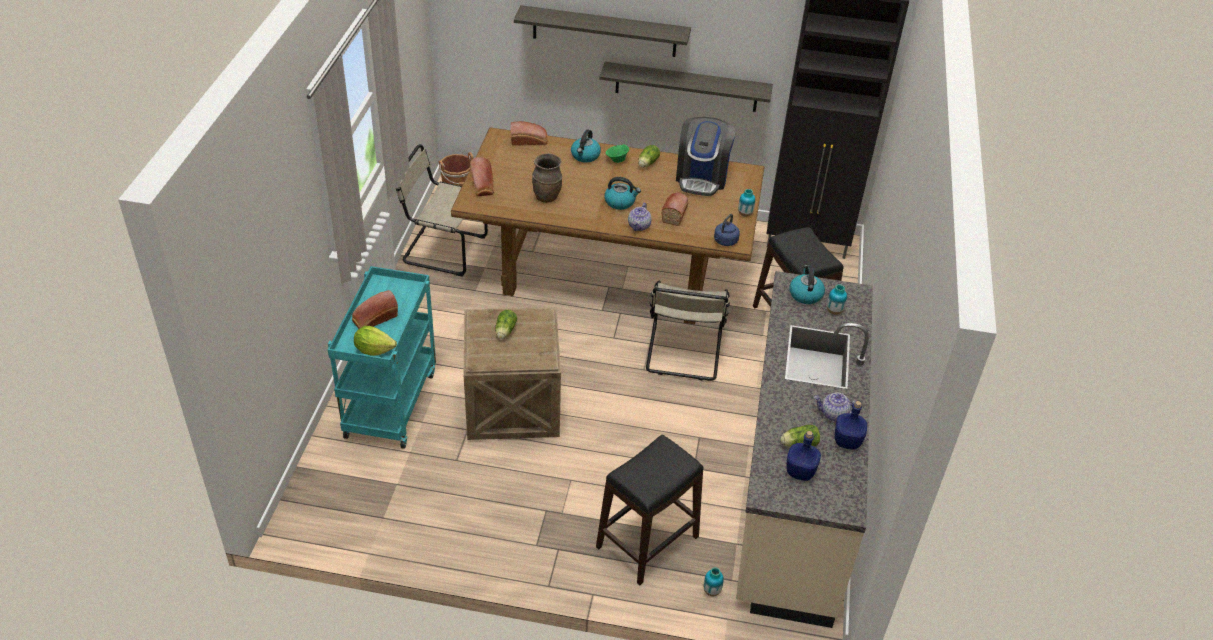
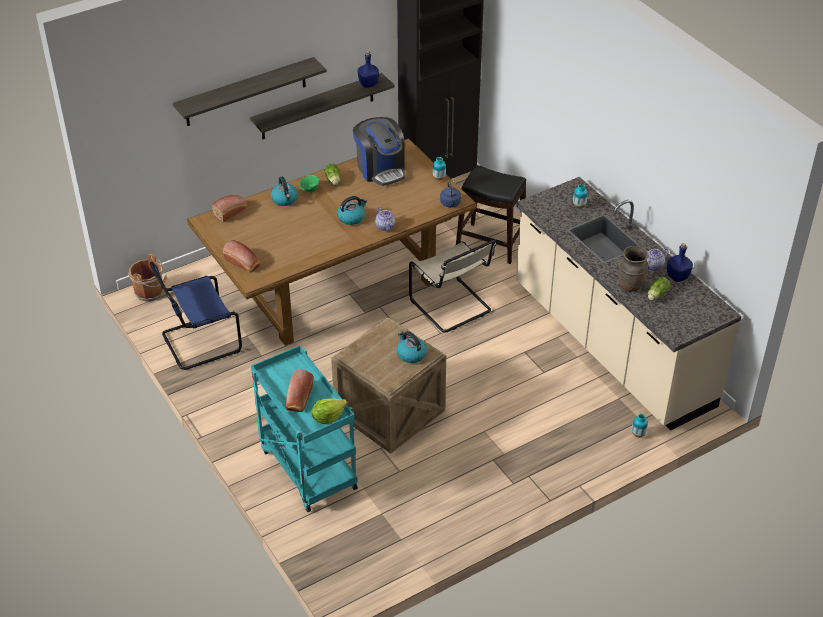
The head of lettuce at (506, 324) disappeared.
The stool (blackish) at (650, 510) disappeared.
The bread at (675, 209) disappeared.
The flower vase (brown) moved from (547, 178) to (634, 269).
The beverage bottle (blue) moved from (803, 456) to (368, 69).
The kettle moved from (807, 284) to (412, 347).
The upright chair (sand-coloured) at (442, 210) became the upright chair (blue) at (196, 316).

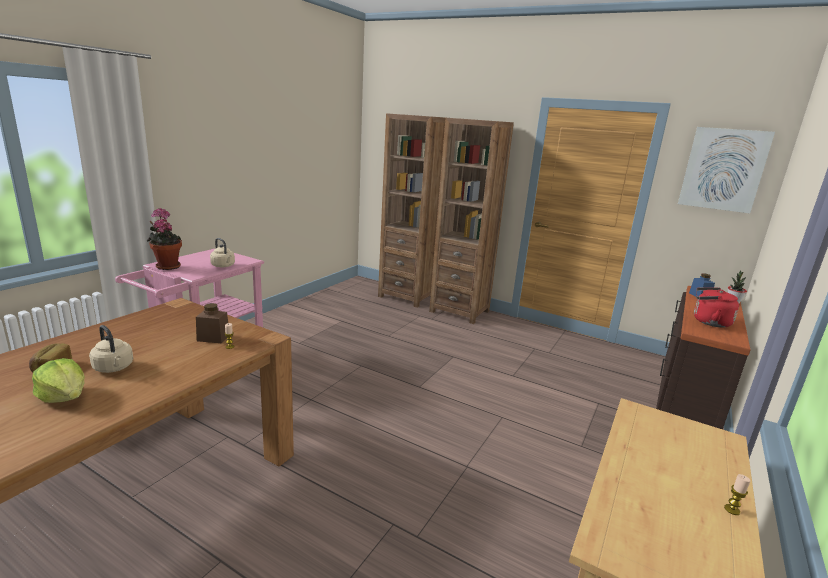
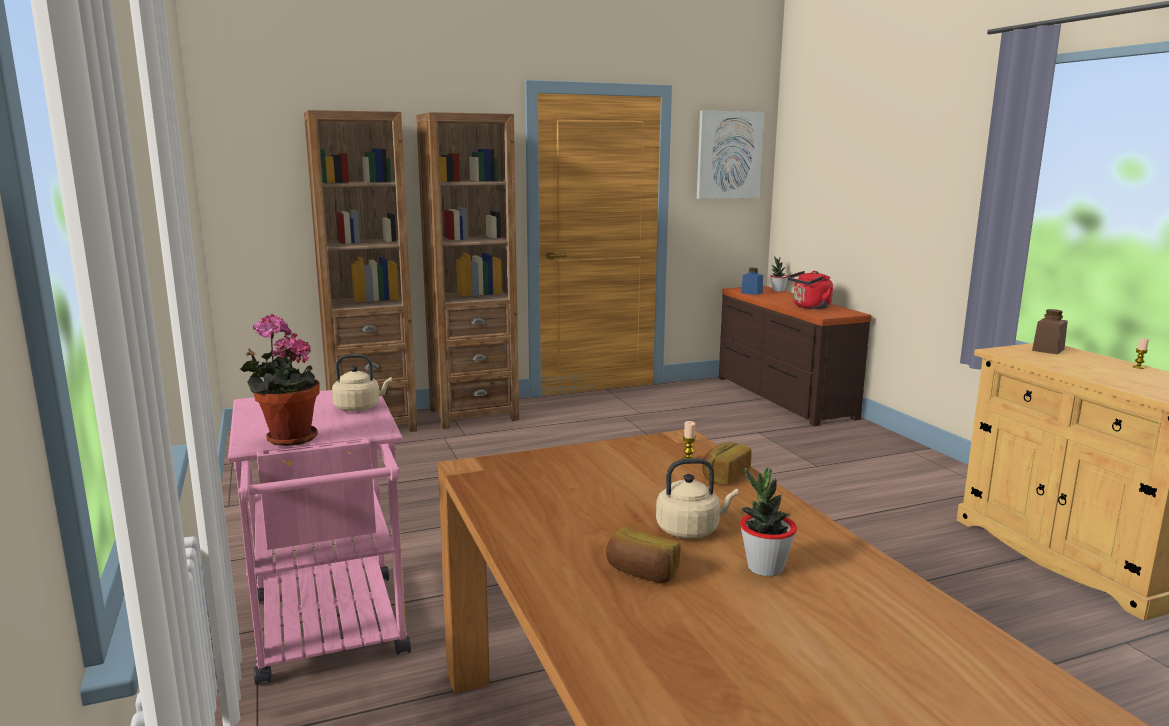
The bread at (726, 463) appeared.
The jar (brown) moved from (212, 323) to (1050, 332).
The head of lettuce at (58, 380) was replaced by the plant in a pot at (768, 522).

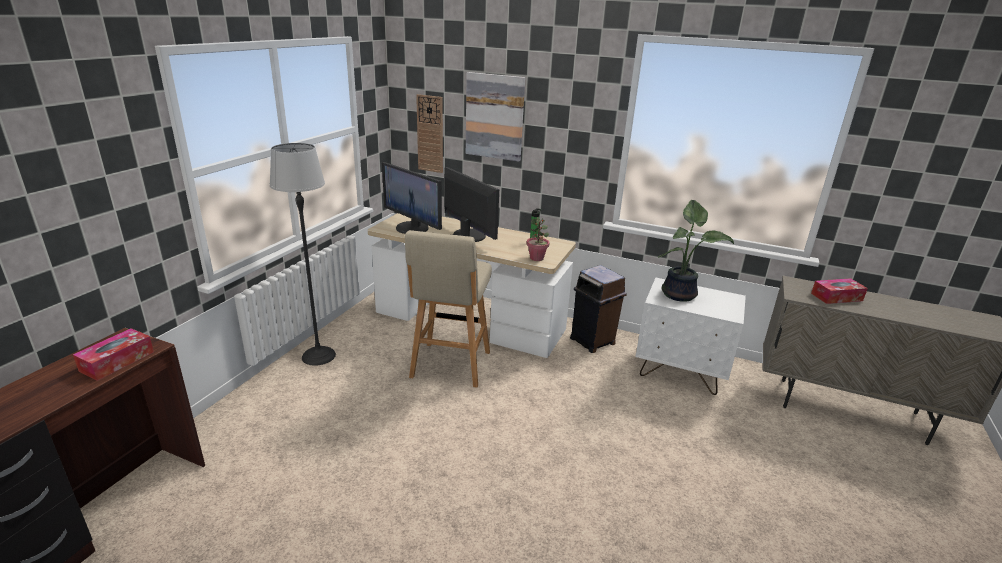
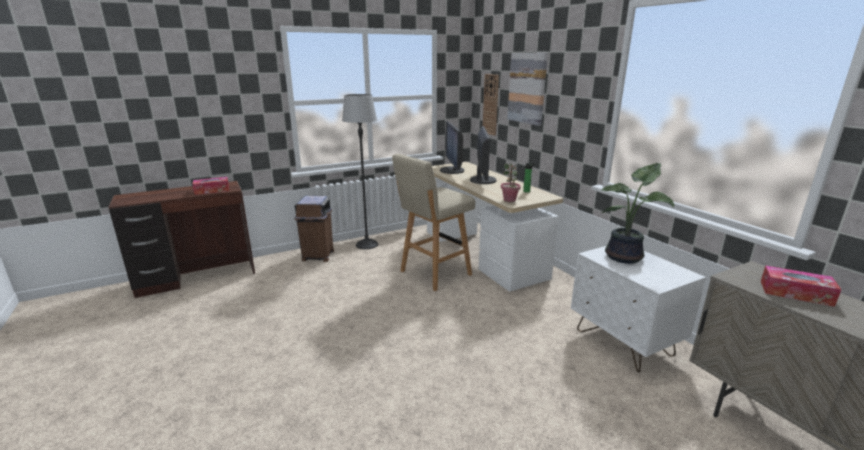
The trash can (brown) moved from (598, 309) to (314, 229).

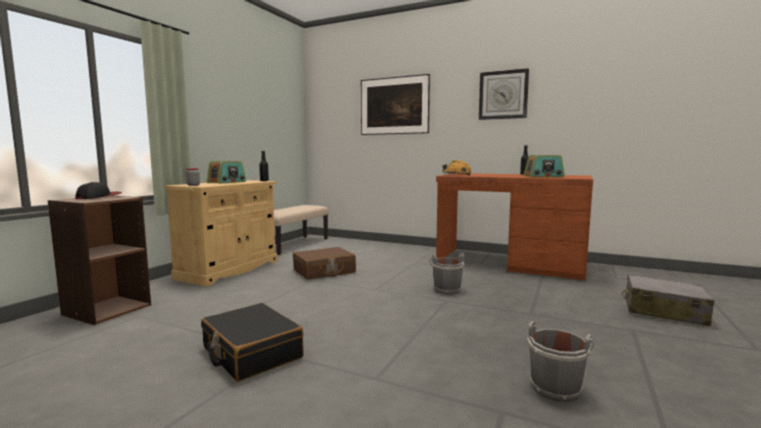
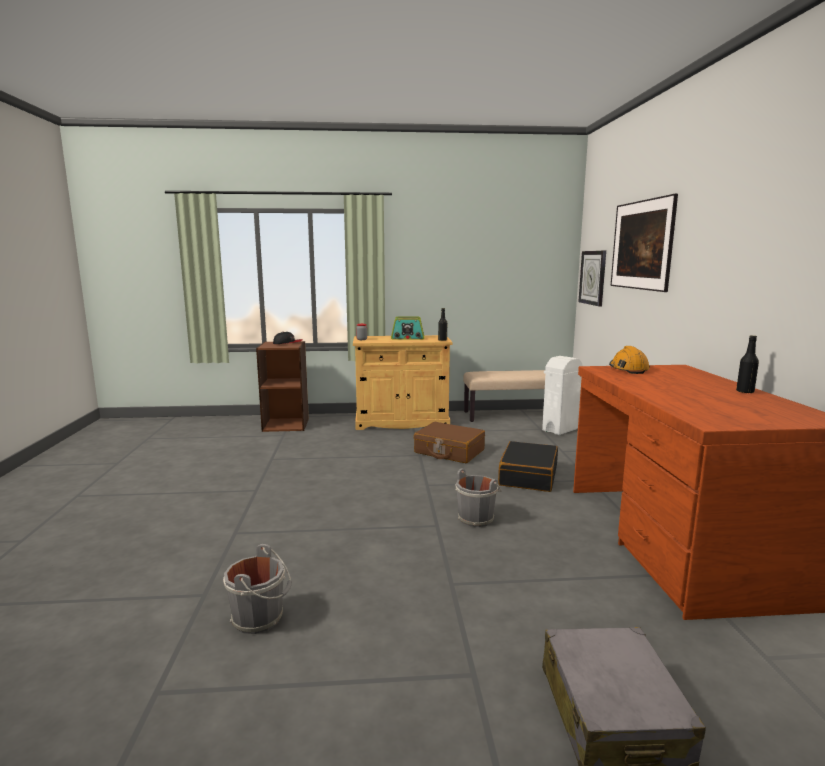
The radio set at (544, 166) disappeared.
The trash can (white) at (562, 395) appeared.
The travel case (blackish) moved from (252, 342) to (528, 466).
The hanging clock moved from (504, 94) to (592, 278).

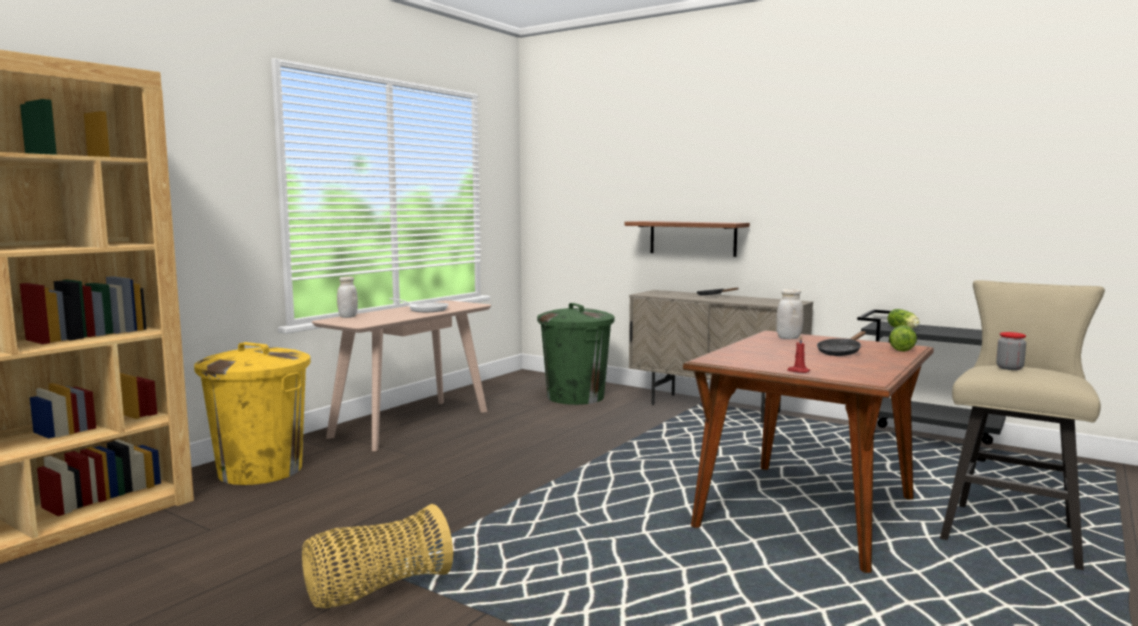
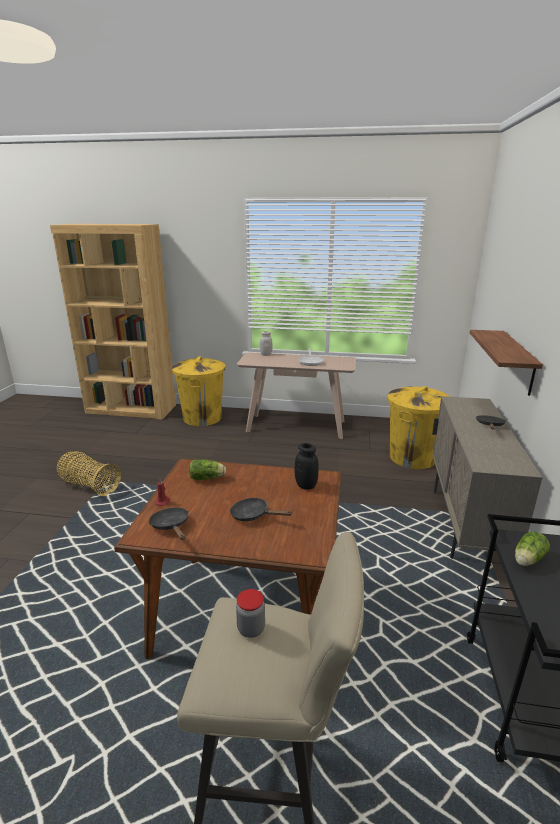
The skillet (blackish) at (169, 523) appeared.
The head of lettuce moved from (903, 338) to (207, 470).
The trash can (green-coloured) at (576, 354) became the trash can (yellow-coloured) at (419, 427).
The jar (white) at (790, 314) became the jar (blackish) at (307, 466).

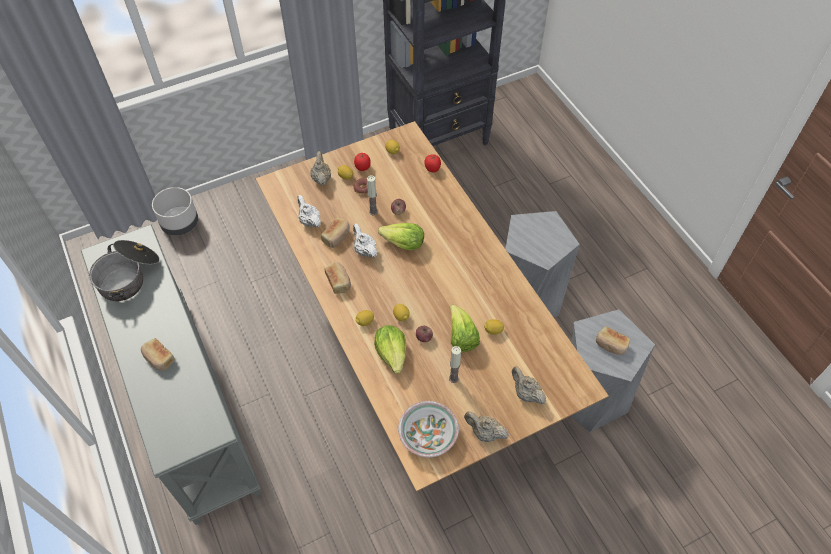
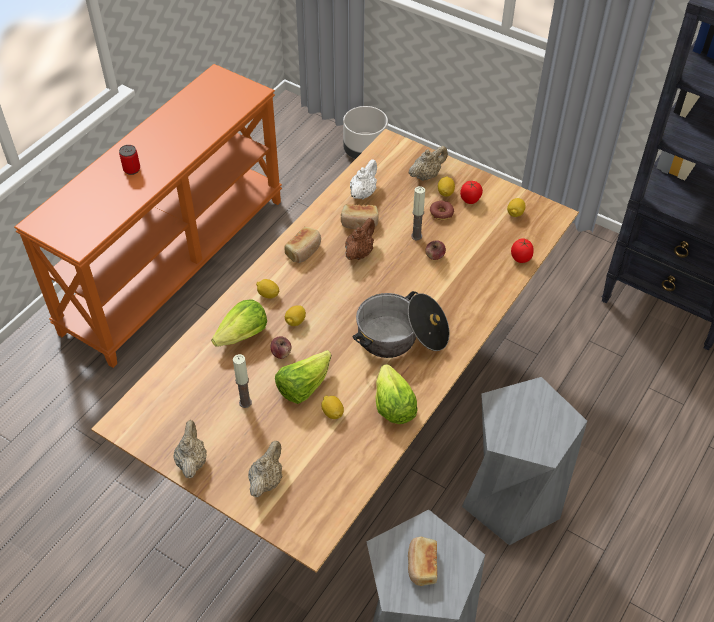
The bowl at (428, 429) disappeared.
The stockpot moved from (124, 270) to (401, 324).
The head of lettuce moved from (401, 236) to (397, 394).
The bread at (158, 354) was replaced by the metal can at (129, 160).
The hall table (greyish) at (171, 374) became the hall table (orange) at (148, 216).
The teapot (white) at (365, 240) became the teapot (brown) at (360, 239).

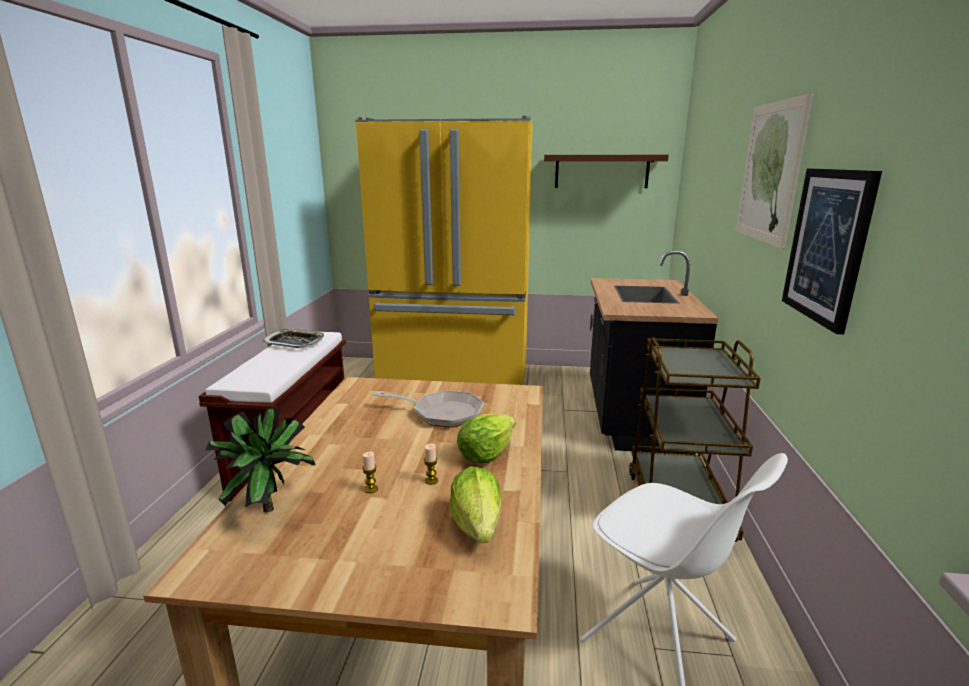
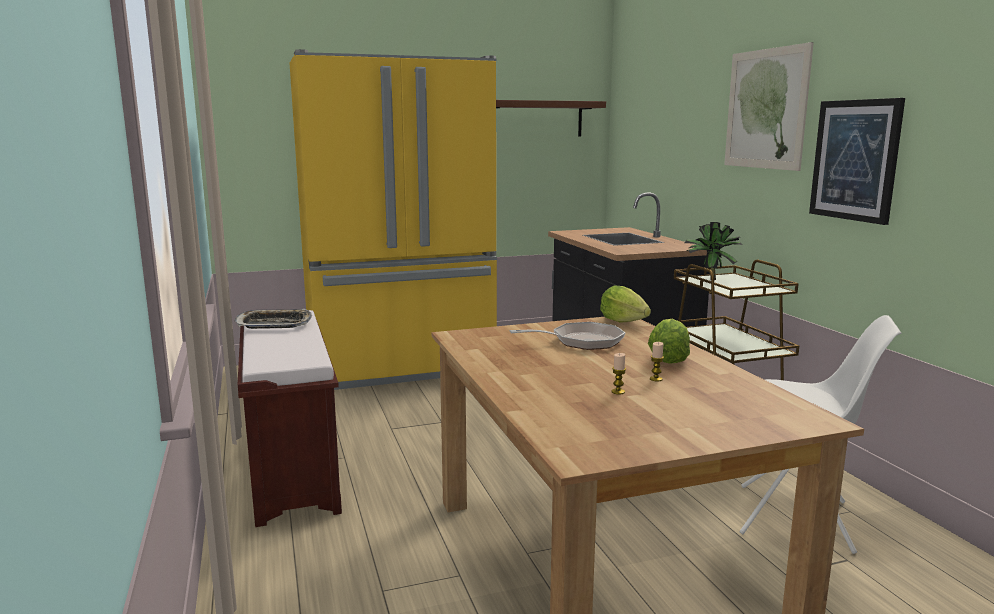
The plant in a pot moved from (260, 460) to (714, 251).
The head of lettuce moved from (475, 504) to (625, 304).

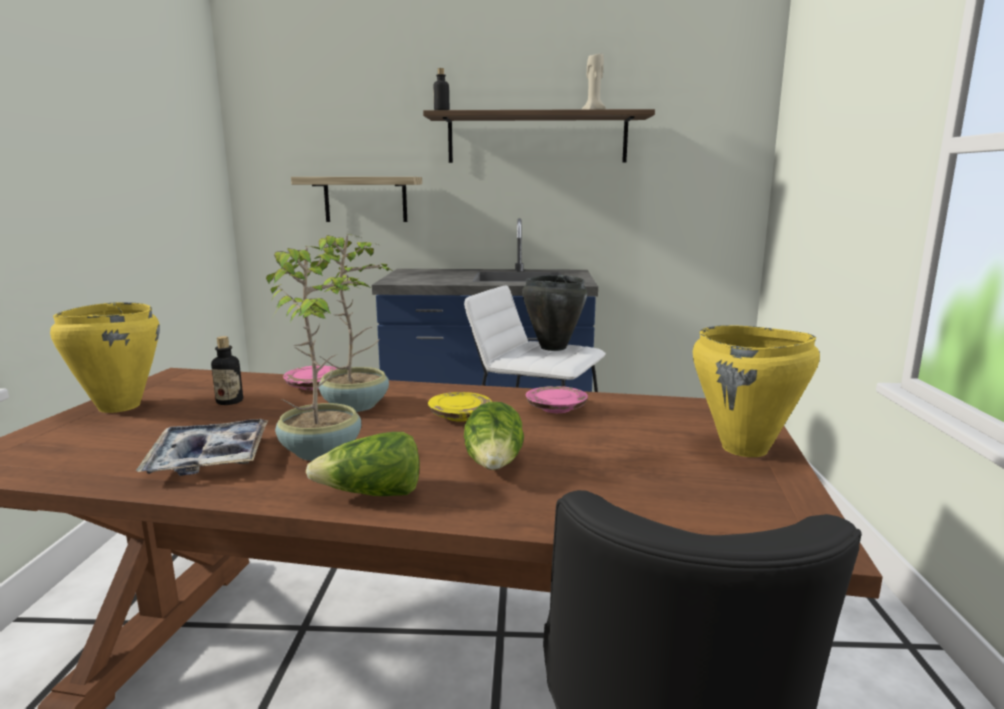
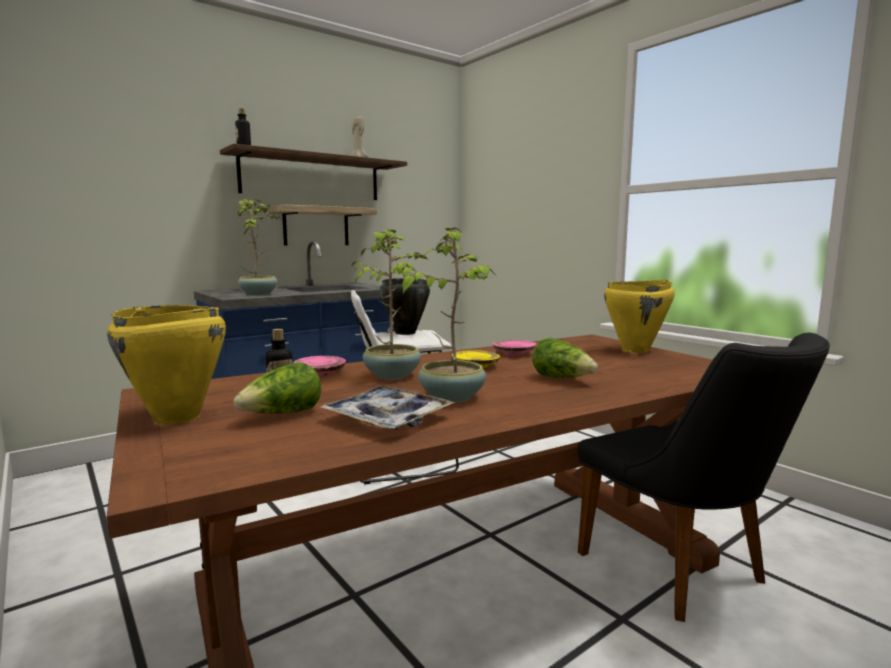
The plant in a pot at (259, 247) appeared.
The wall shelf moved from (356, 199) to (322, 225).
The head of lettuce moved from (363, 464) to (277, 388).

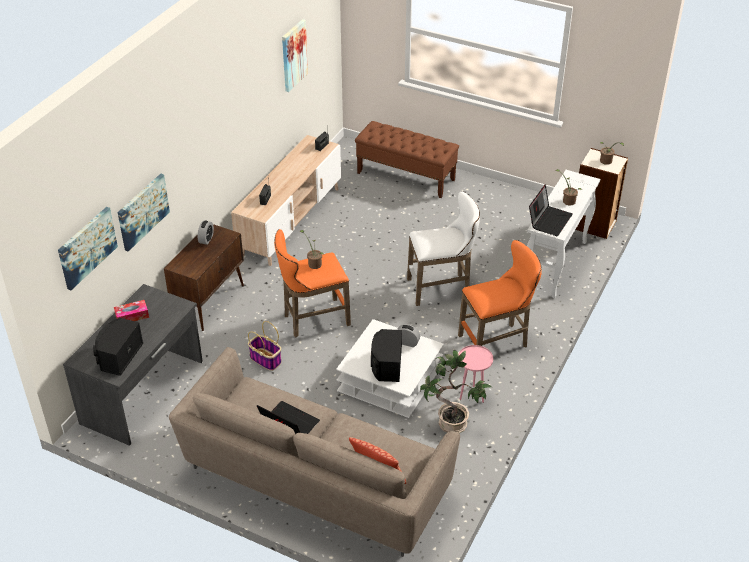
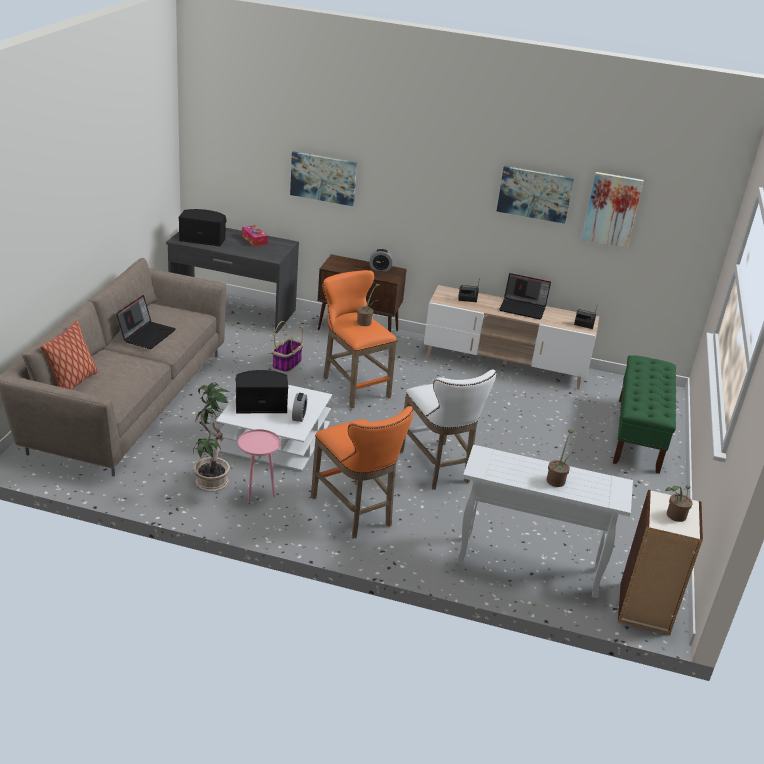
The wall picture moved from (88, 248) to (535, 195).
The portable computer moved from (551, 210) to (525, 296).
The bench (brown) at (407, 159) became the bench (green-coloured) at (644, 414).

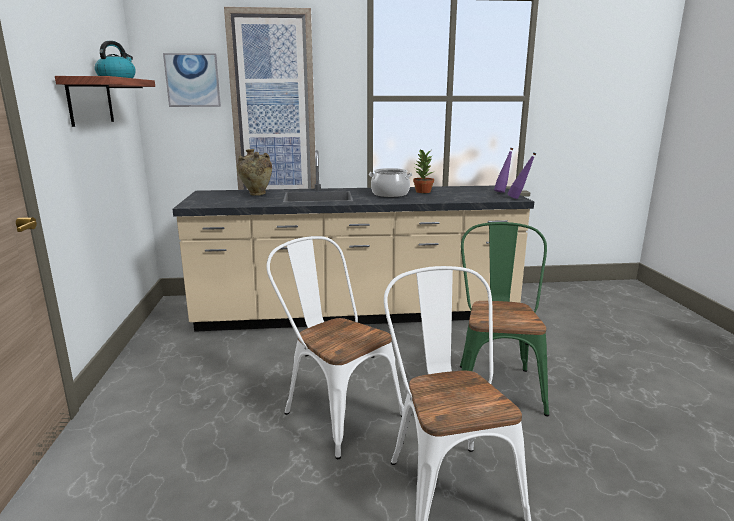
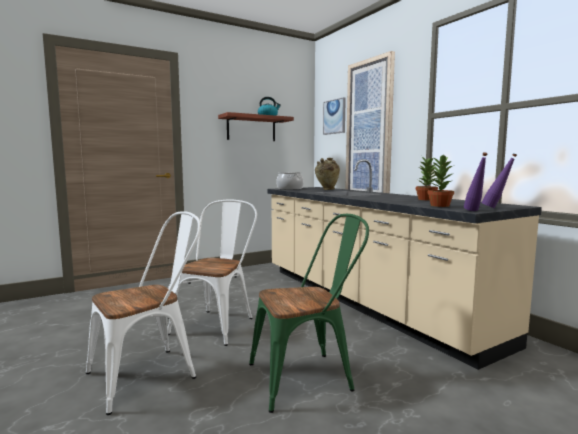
The plant in a pot at (441, 181) appeared.
The stockpot moved from (390, 182) to (290, 181).

